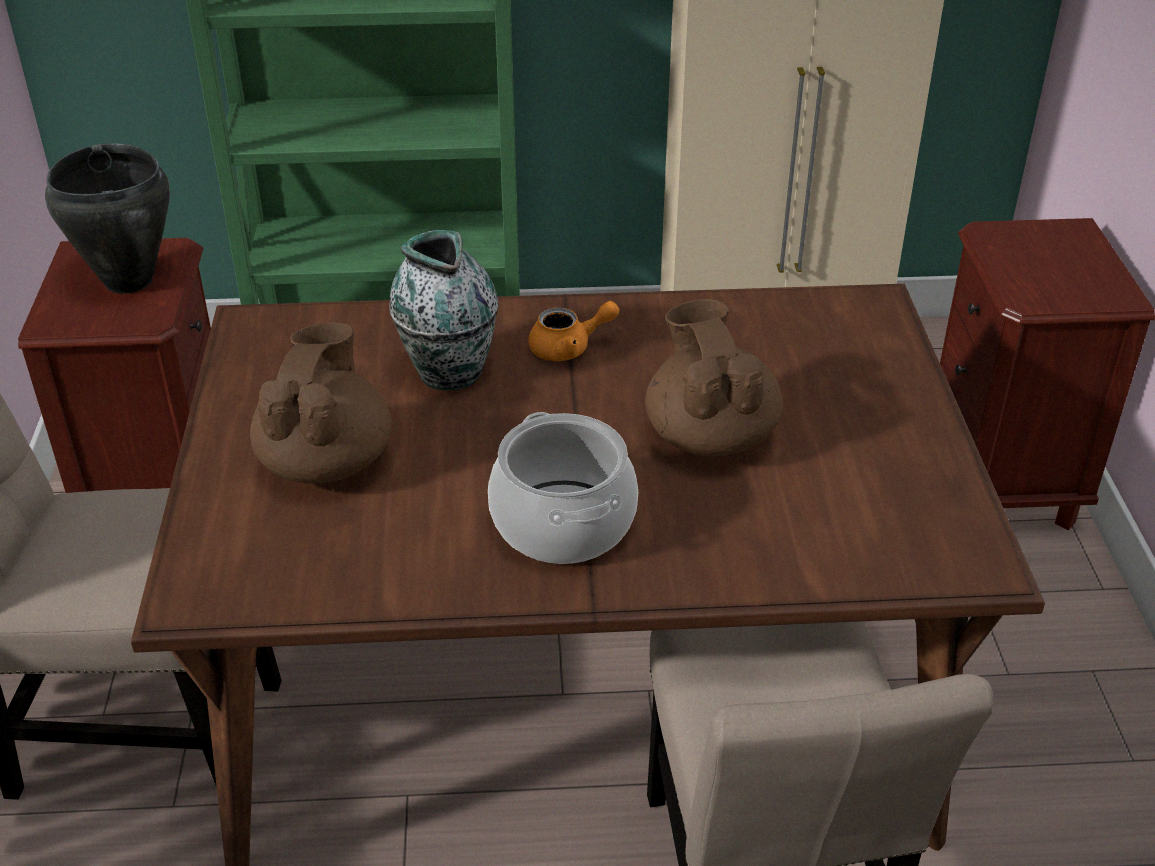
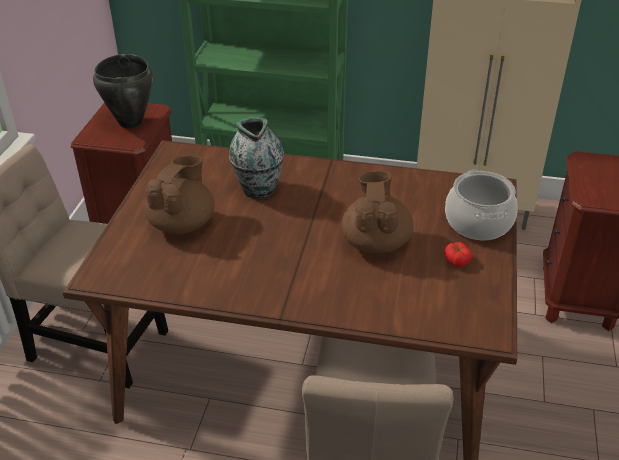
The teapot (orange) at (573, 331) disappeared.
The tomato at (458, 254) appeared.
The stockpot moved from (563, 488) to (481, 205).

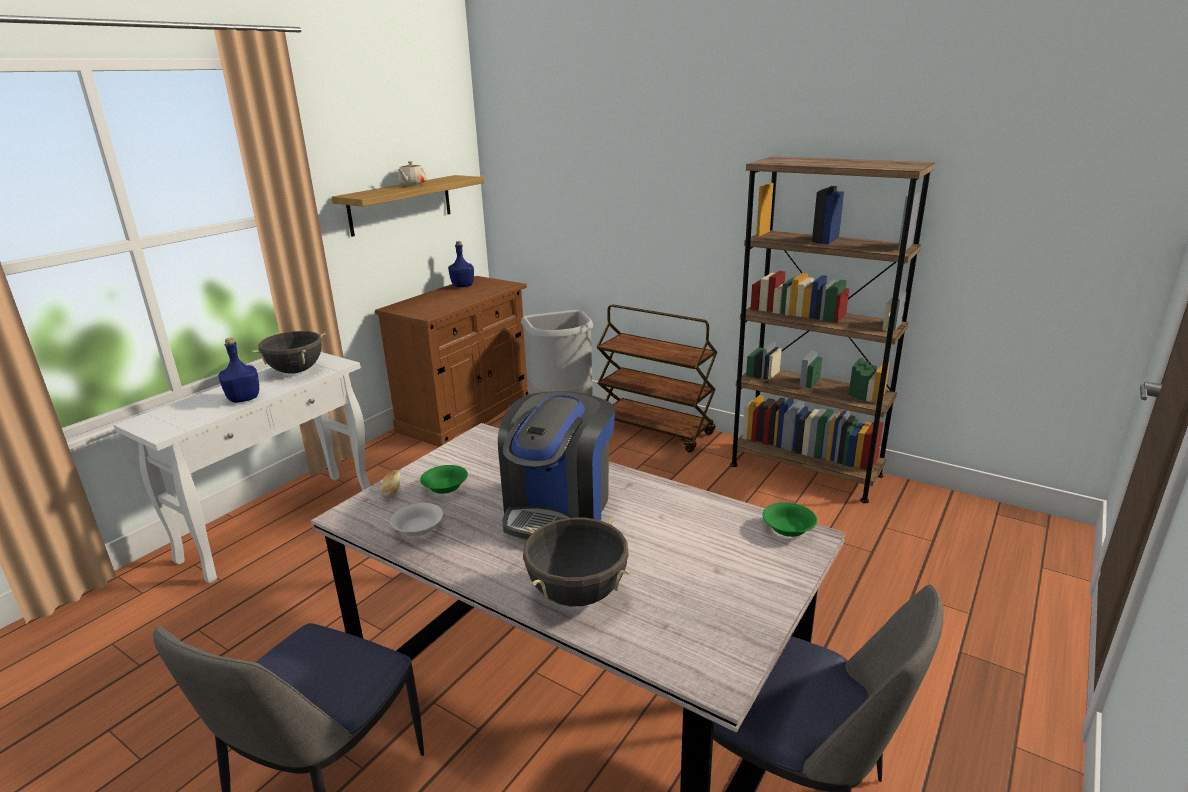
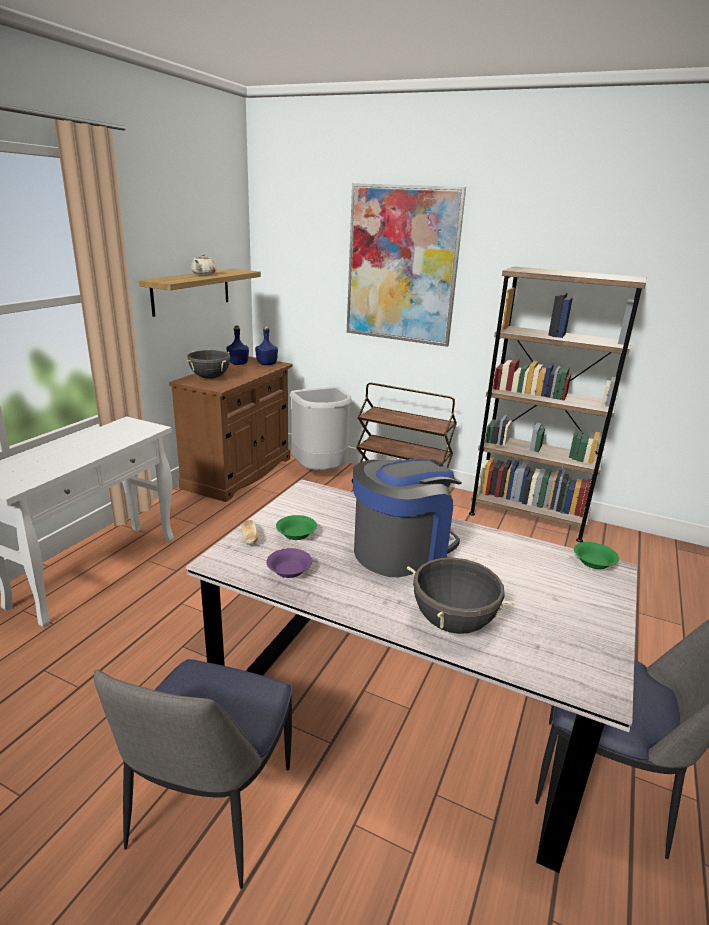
The wall picture at (406, 265) appeared.
The beverage bottle (blue) moved from (238, 370) to (266, 345).
The stockpot (blackish) moved from (289, 352) to (208, 364).
The bowl (white) at (416, 519) became the bowl (purple) at (289, 563).
The coffee brewer at (556, 465) turned 135 degrees counterclockwise.

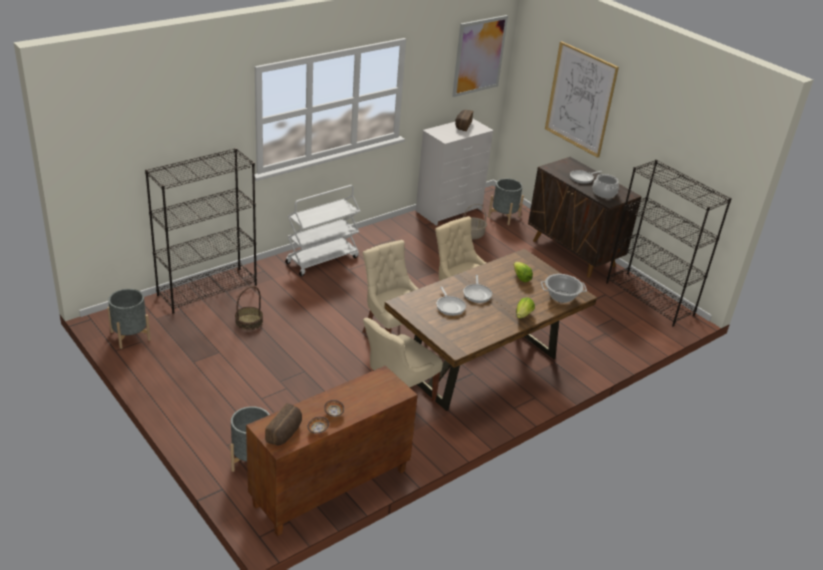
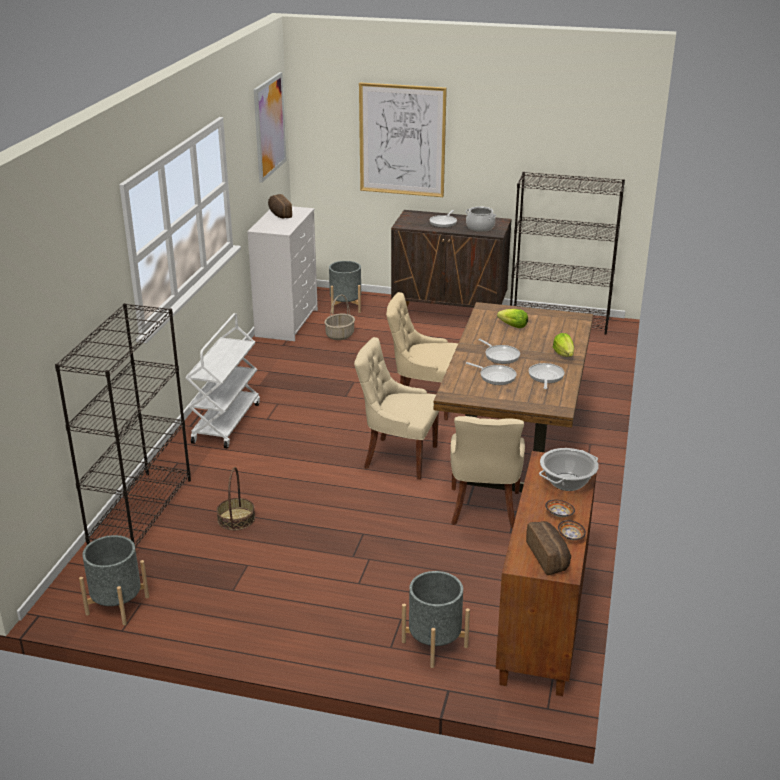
The skillet at (547, 376) appeared.
The stockpot moved from (564, 288) to (569, 469).

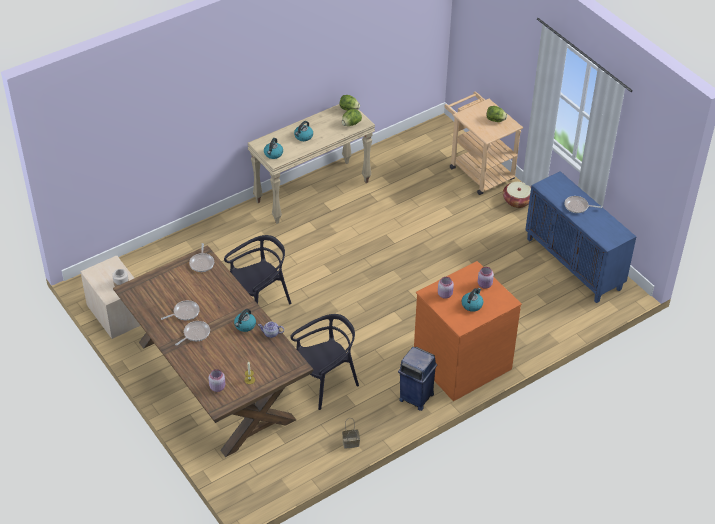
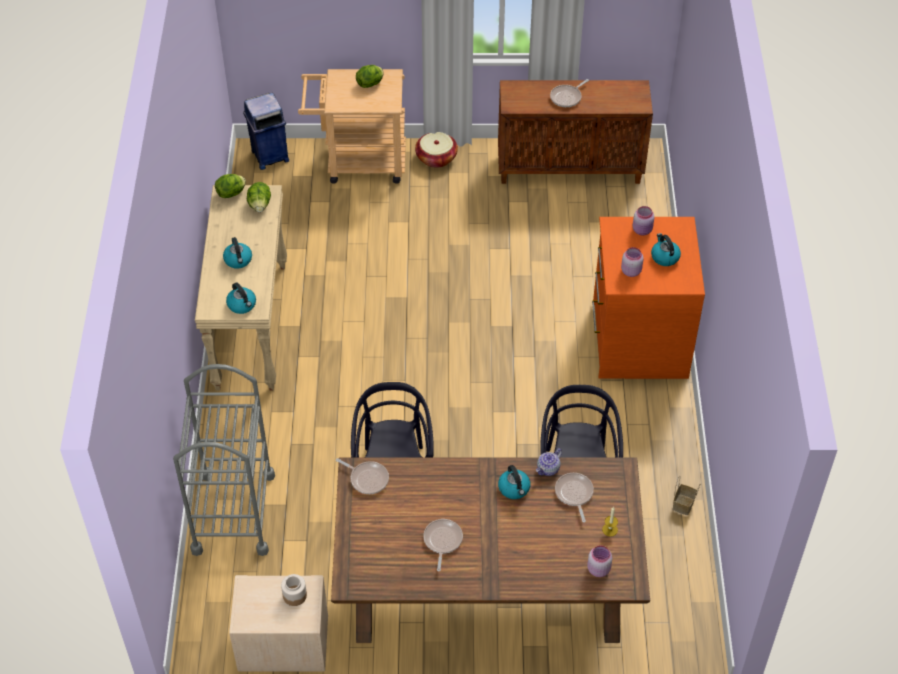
The trolley (greyish) at (224, 460) appeared.
The skillet moved from (192, 333) to (574, 498).
The trash can (blue) moved from (417, 379) to (266, 131).
The storage cabinet (blue) at (580, 237) became the storage cabinet (brown) at (575, 132).

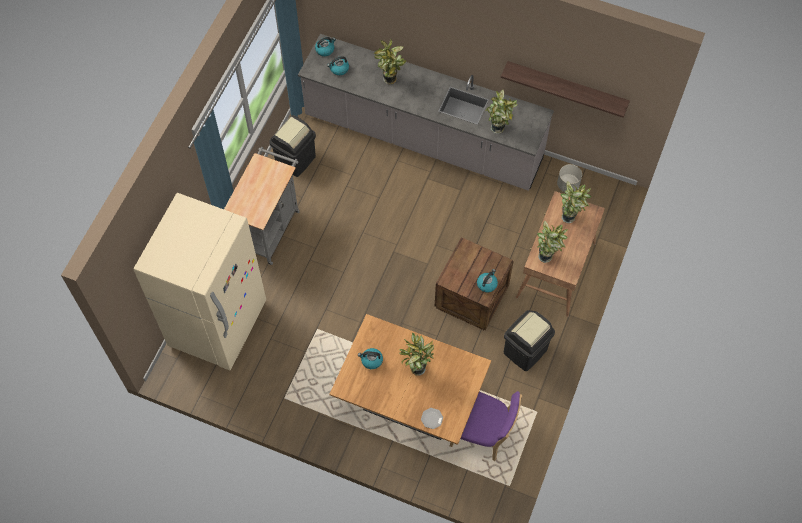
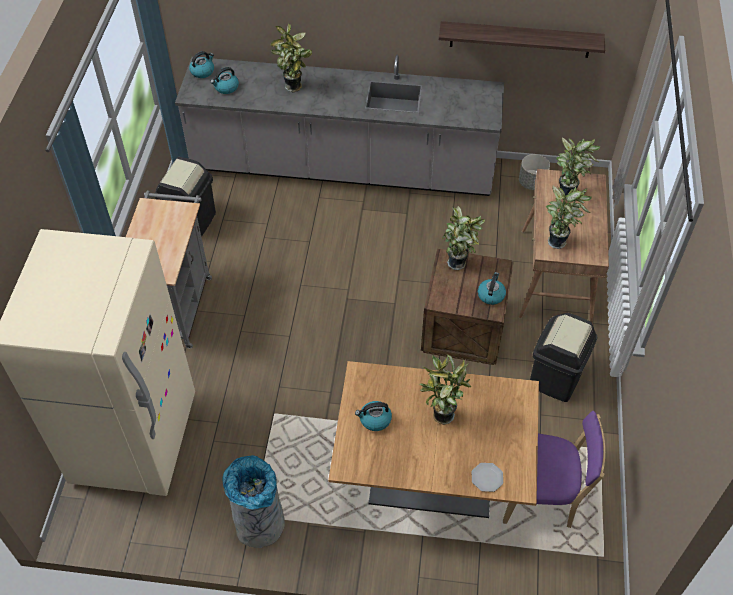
The trash can (greyish) at (253, 501) appeared.
The plant in a pot moved from (502, 112) to (464, 238).

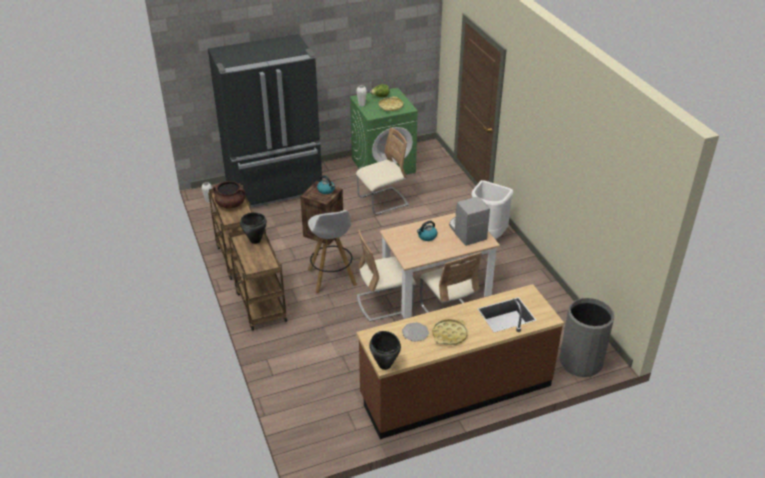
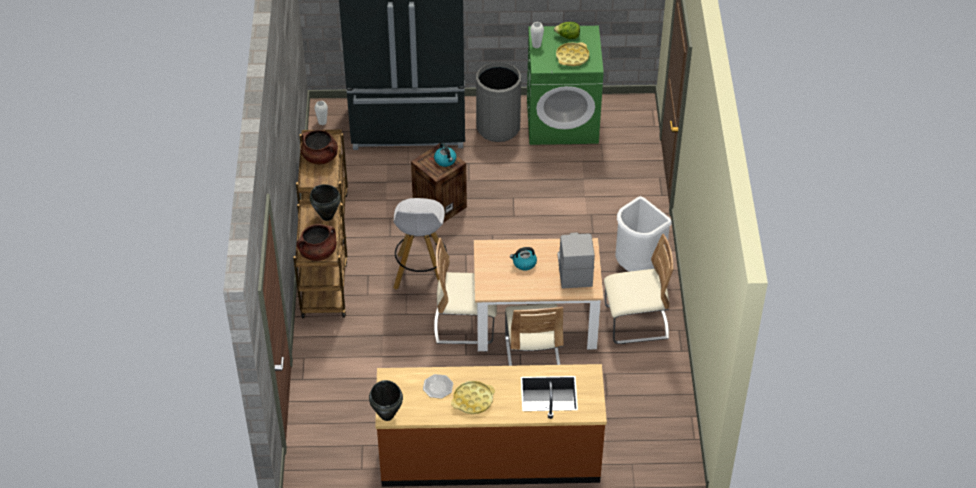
The stockpot (brown) at (316, 242) appeared.
The upright chair (sand-coloured) moved from (382, 171) to (638, 289).
The trash can (greyish) moved from (586, 337) to (498, 102).

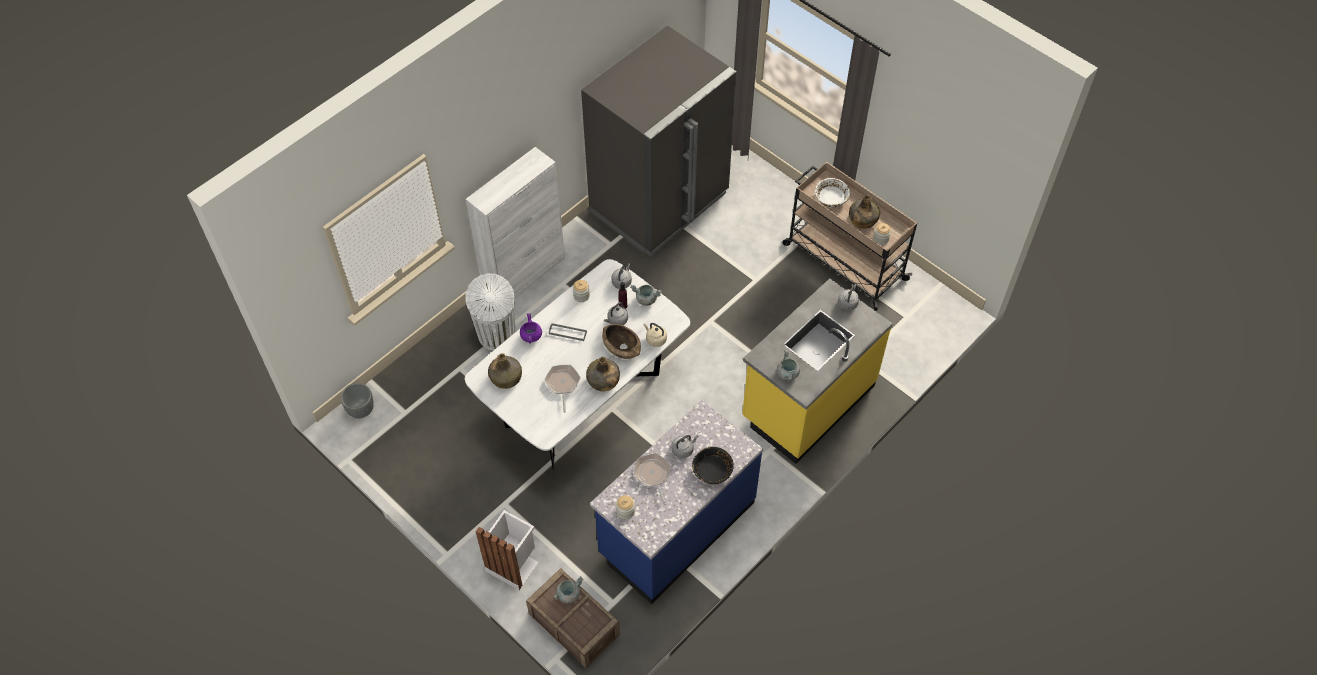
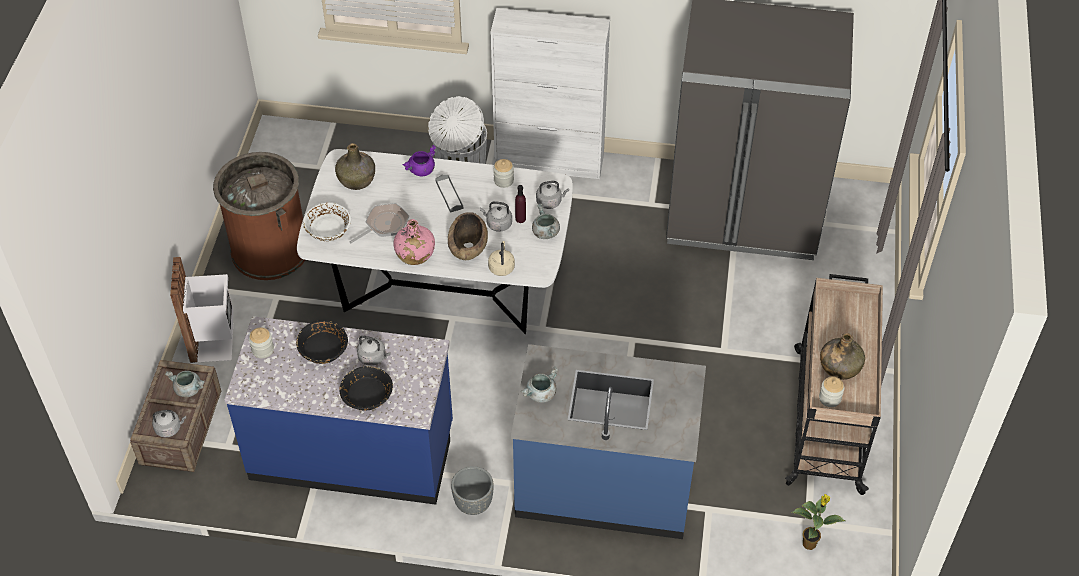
The trash can (brown) at (259, 216) appeared.
The plant in a pot at (818, 522) appeared.
The planter (greyish) moved from (357, 401) to (472, 490).
The bowl (white) moved from (832, 193) to (327, 222).
The kettle (greyish) moved from (848, 297) to (169, 423).
The skillet at (652, 479) was replaced by the bowl (blackish) at (322, 342).
The beverage bottle (green-coloured) at (603, 374) became the beverage bottle (pink-coloured) at (414, 242).
The kitchen counter (yellow-coloured) at (817, 371) became the kitchen counter (blue) at (608, 441).

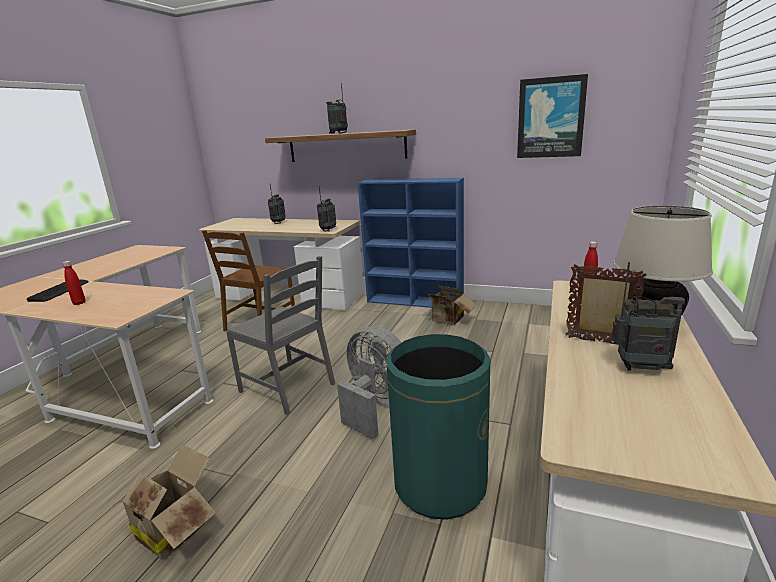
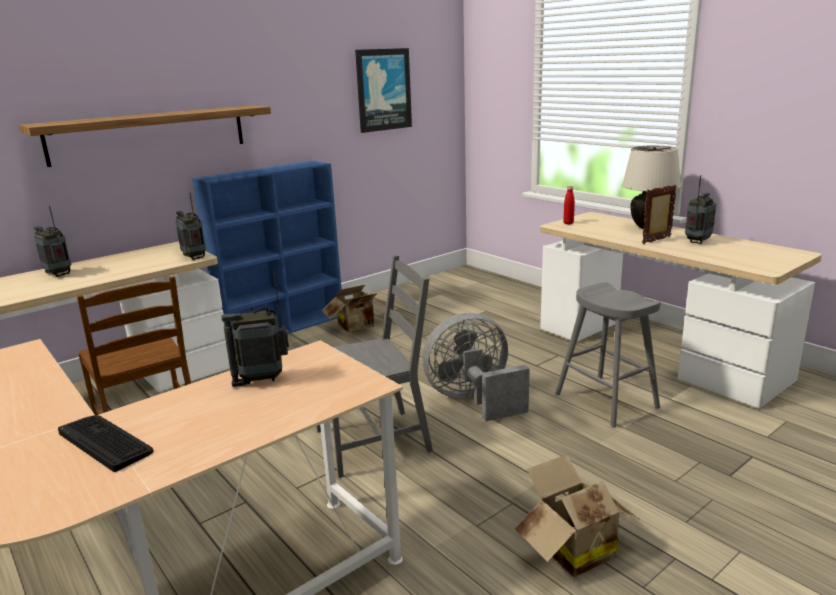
The beverage bottle (red-coloured) at (73, 283) disappeared.
The radio set moved from (337, 108) to (255, 328).
The trash can (green-coloured) at (438, 427) was replaced by the stool (greyish) at (607, 355).

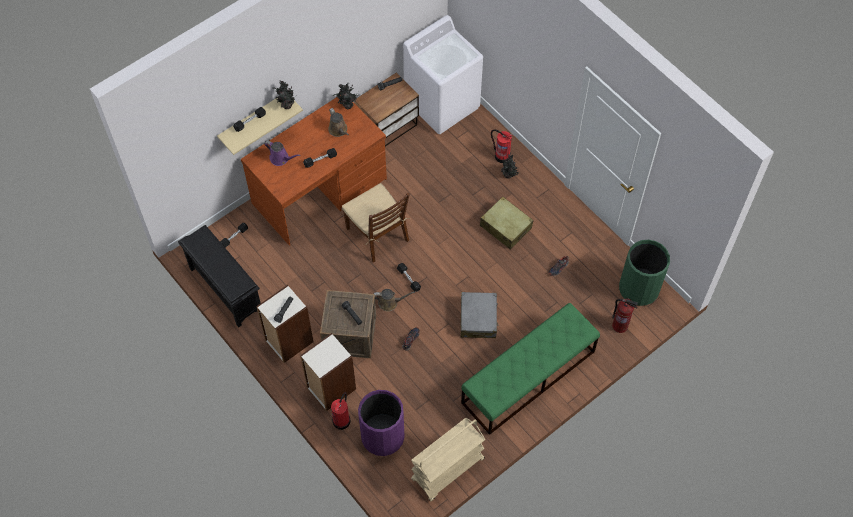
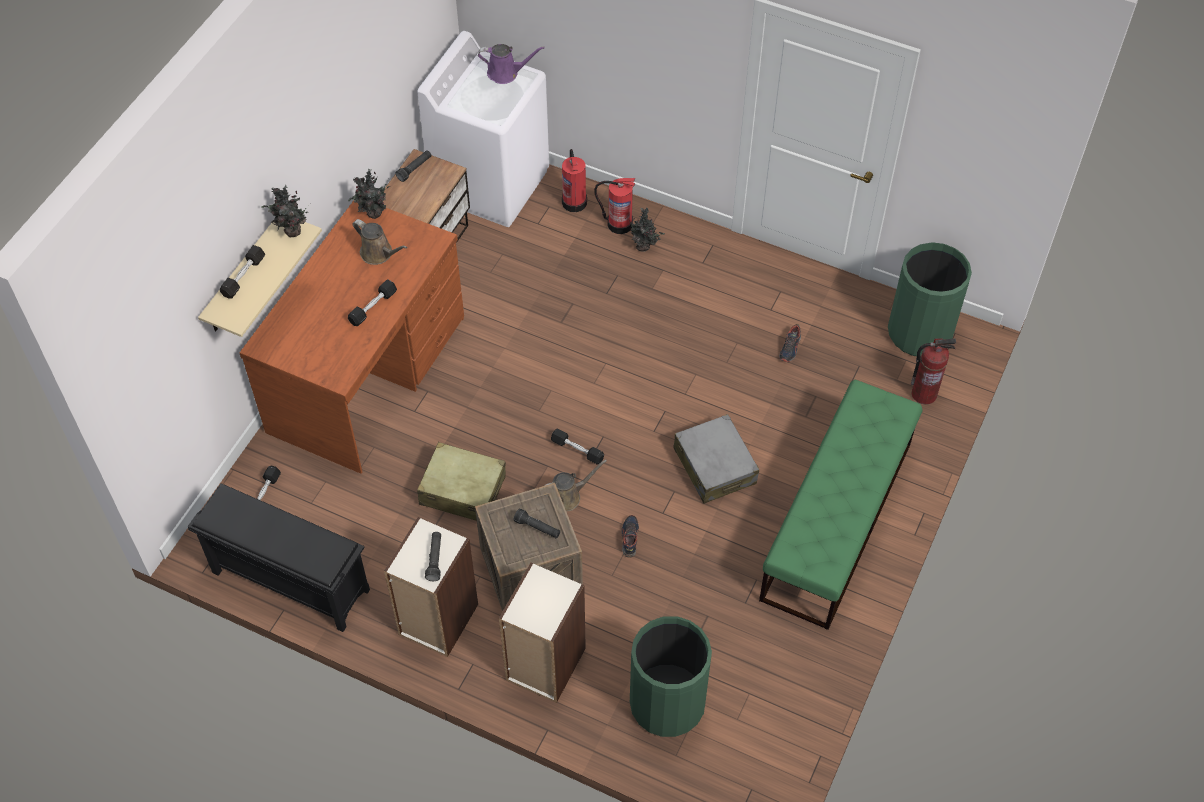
The upright chair (brown) at (376, 222) disappeared.
The trolley (sand-coloured) at (448, 460) disappeared.
The watering pot (purple) moved from (282, 153) to (511, 64).
The fire extinguisher moved from (340, 411) to (574, 180).
The travel case (sand-coloured) moved from (507, 223) to (461, 481).
The trash can (purple) at (381, 423) became the trash can (green-coloured) at (671, 676).

